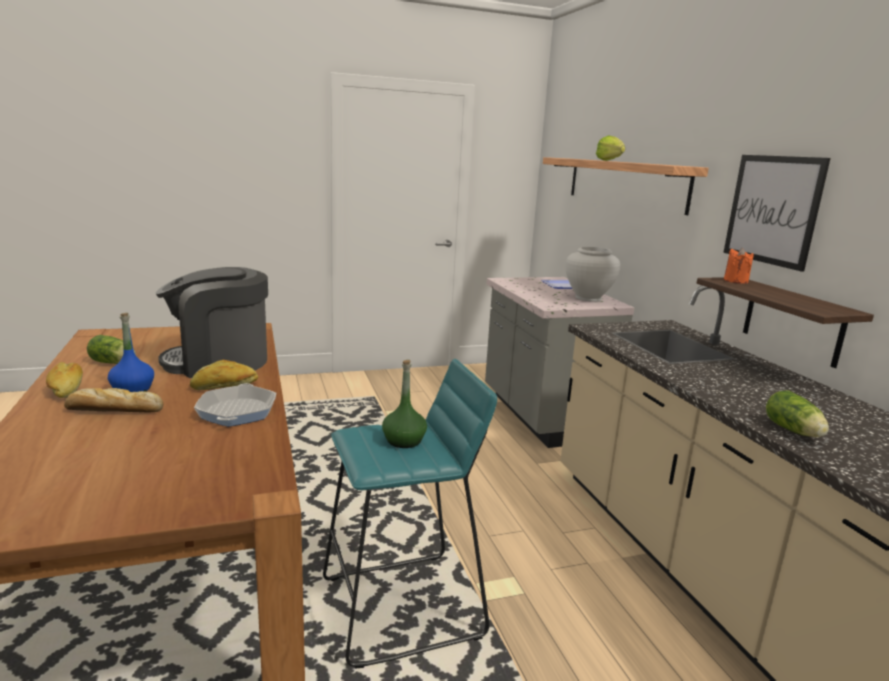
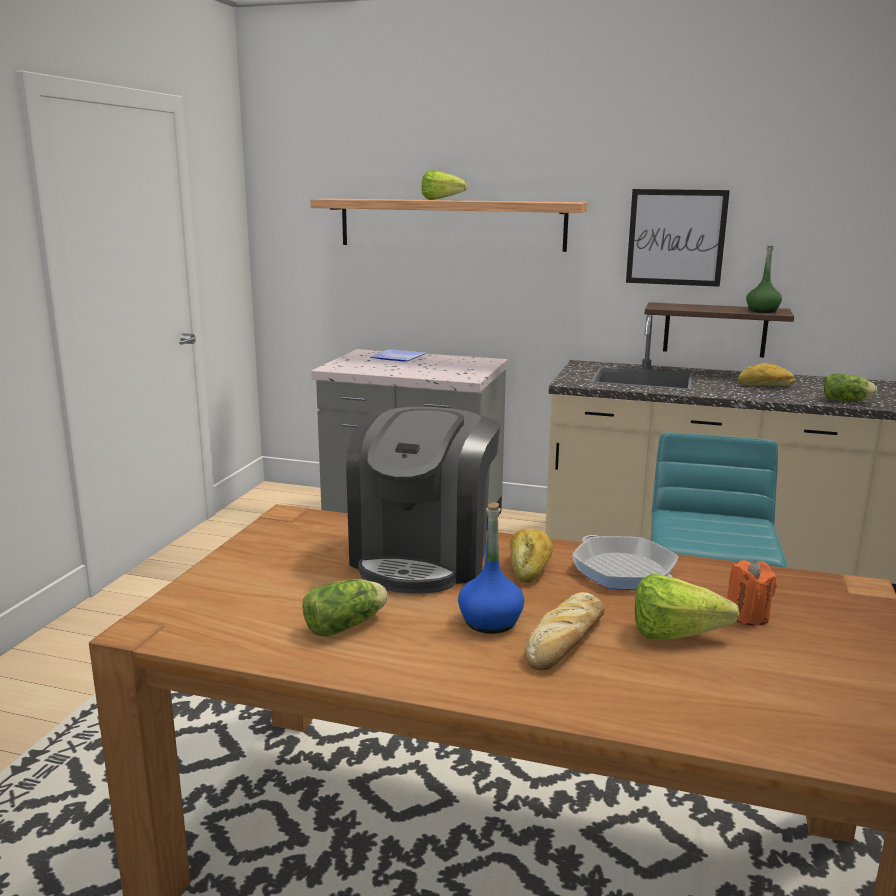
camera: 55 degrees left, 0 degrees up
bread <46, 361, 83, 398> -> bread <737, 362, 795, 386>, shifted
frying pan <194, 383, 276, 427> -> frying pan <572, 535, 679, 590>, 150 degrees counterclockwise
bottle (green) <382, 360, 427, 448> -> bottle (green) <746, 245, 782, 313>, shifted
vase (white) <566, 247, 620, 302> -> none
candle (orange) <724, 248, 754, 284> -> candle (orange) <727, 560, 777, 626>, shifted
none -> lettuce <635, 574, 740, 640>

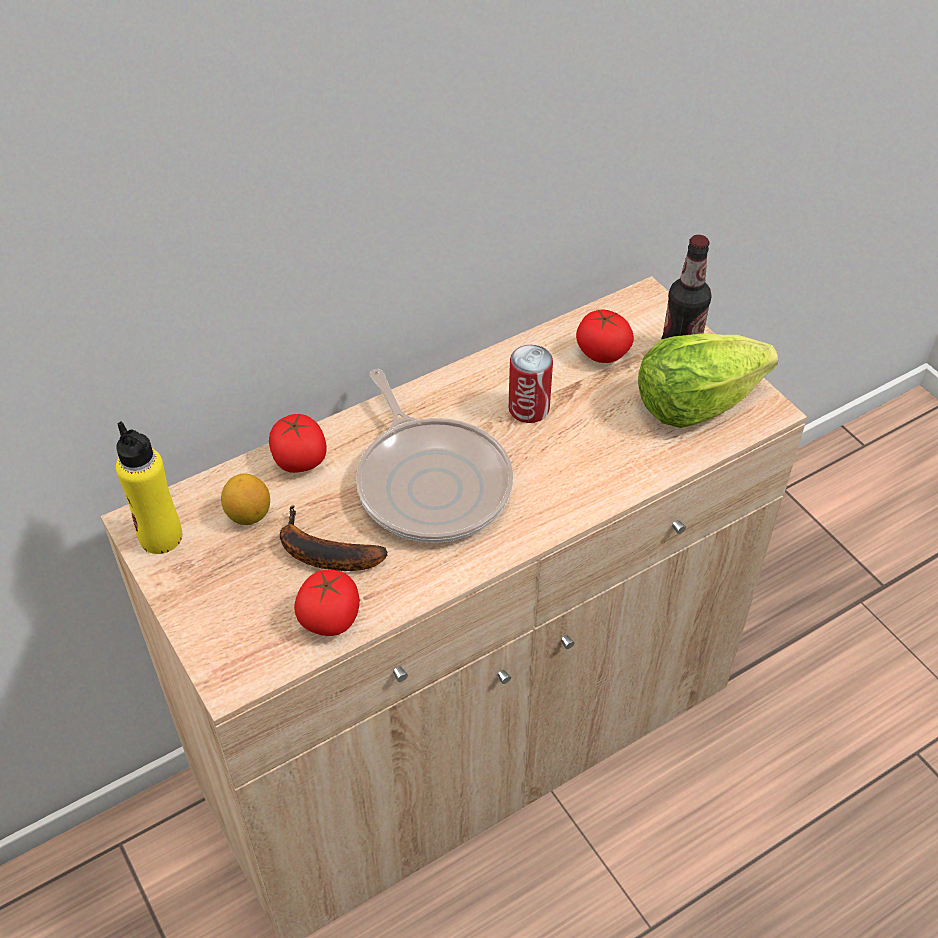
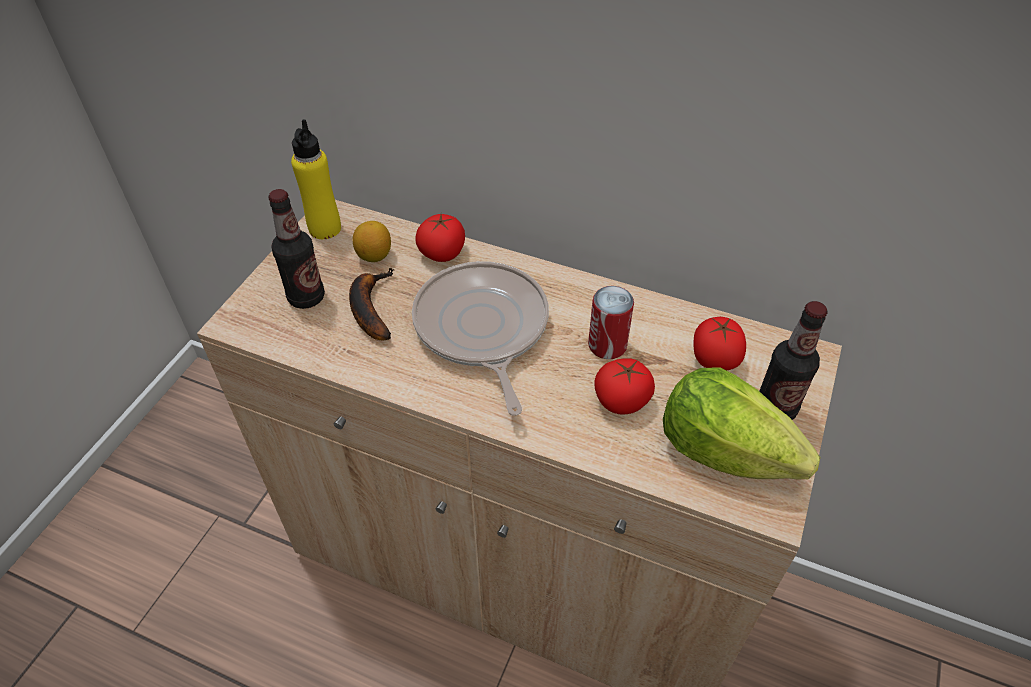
camera: 55 degrees right, 0 degrees up
tomato <294, 570, 360, 636> -> tomato <595, 358, 655, 415>, shifted
frying pan <356, 369, 513, 543> -> frying pan <412, 261, 549, 416>, 135 degrees clockwise
none -> bottle <268, 189, 325, 309>

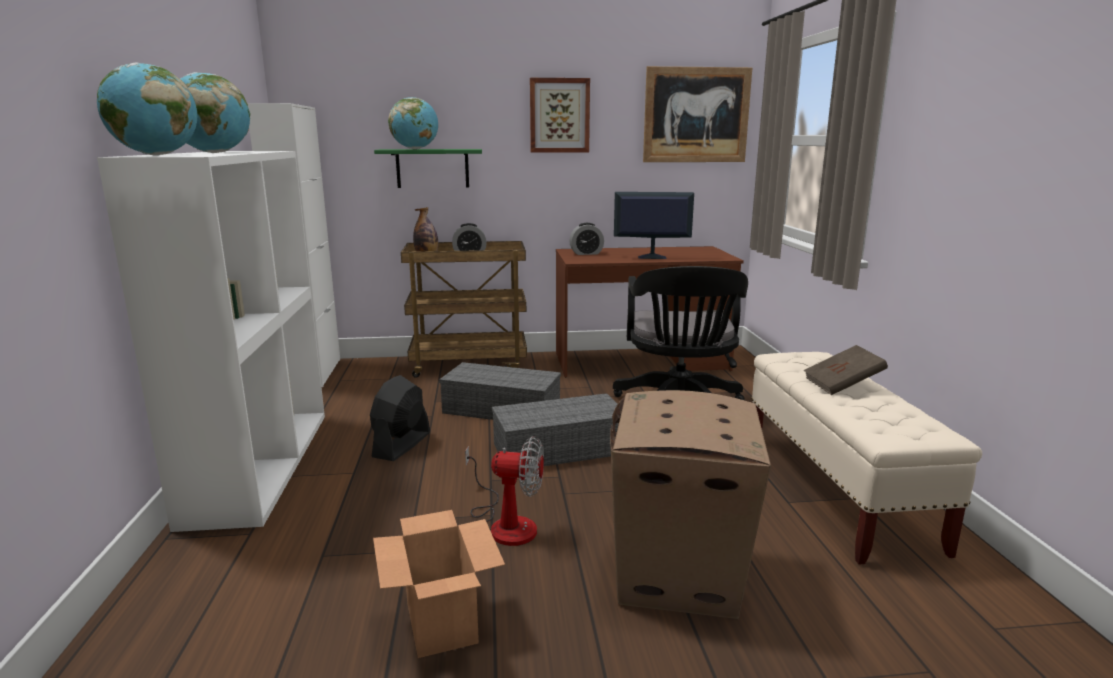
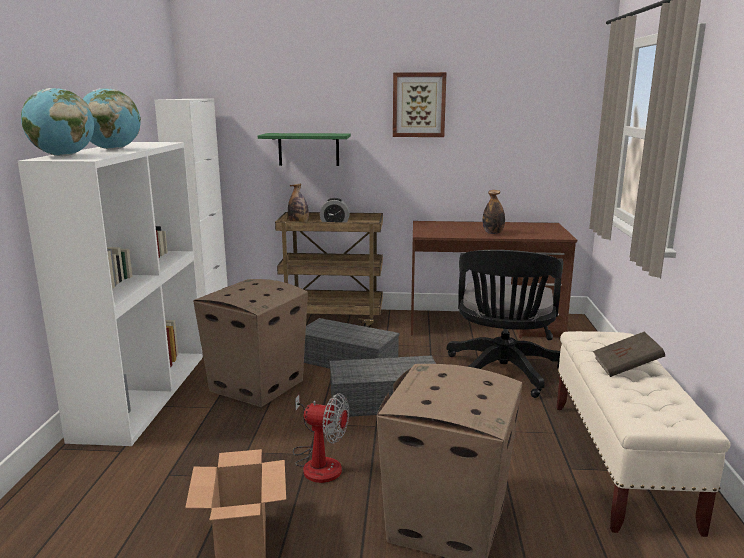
camera: 10 degrees right, 0 degrees up
fan (black) <370, 375, 430, 461> -> cardboard box <193, 279, 308, 407>
globe <388, 97, 438, 149> -> none
alarm clock <569, 223, 604, 255> -> none
monitor <614, 192, 694, 259> -> bottle <483, 190, 505, 234>
picture <643, 66, 753, 162> -> none

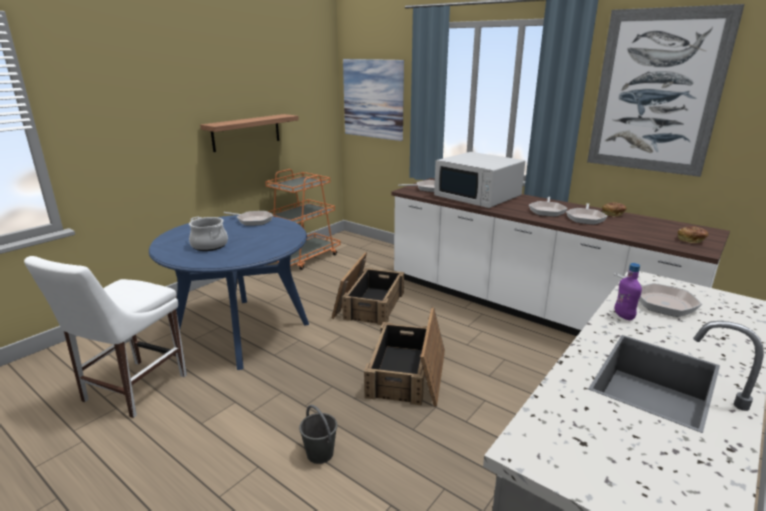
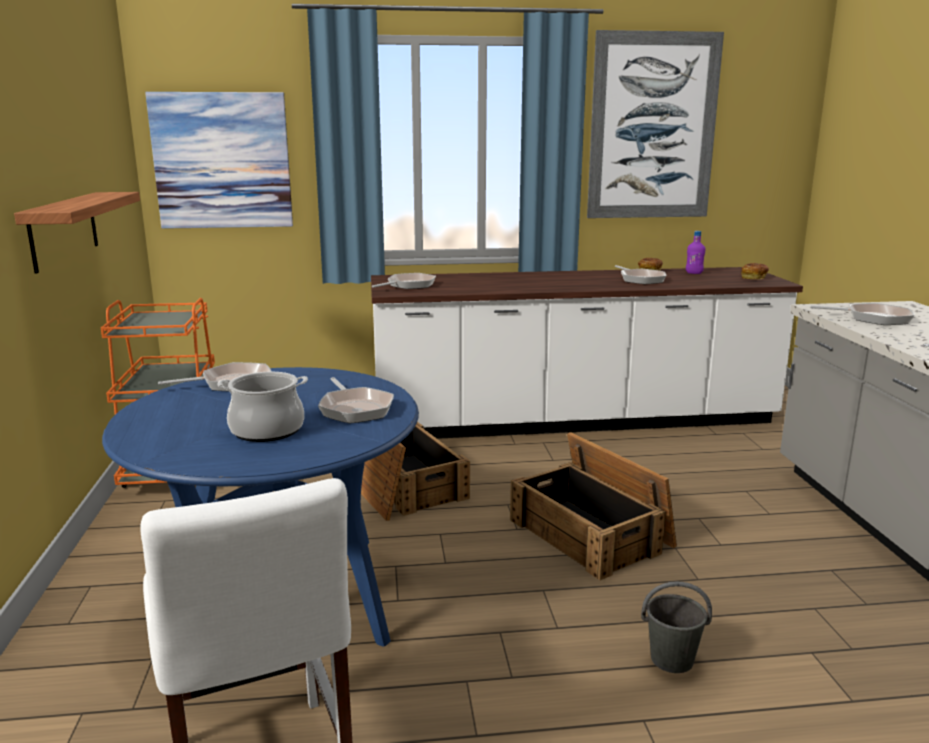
camera: 45 degrees left, 5 degrees down
microwave (white) <434, 152, 525, 208> -> none
frying pan <529, 197, 568, 217> -> frying pan <318, 377, 394, 423>, shifted
bottle (purple) <614, 263, 642, 320> -> bottle (purple) <686, 231, 705, 274>, shifted

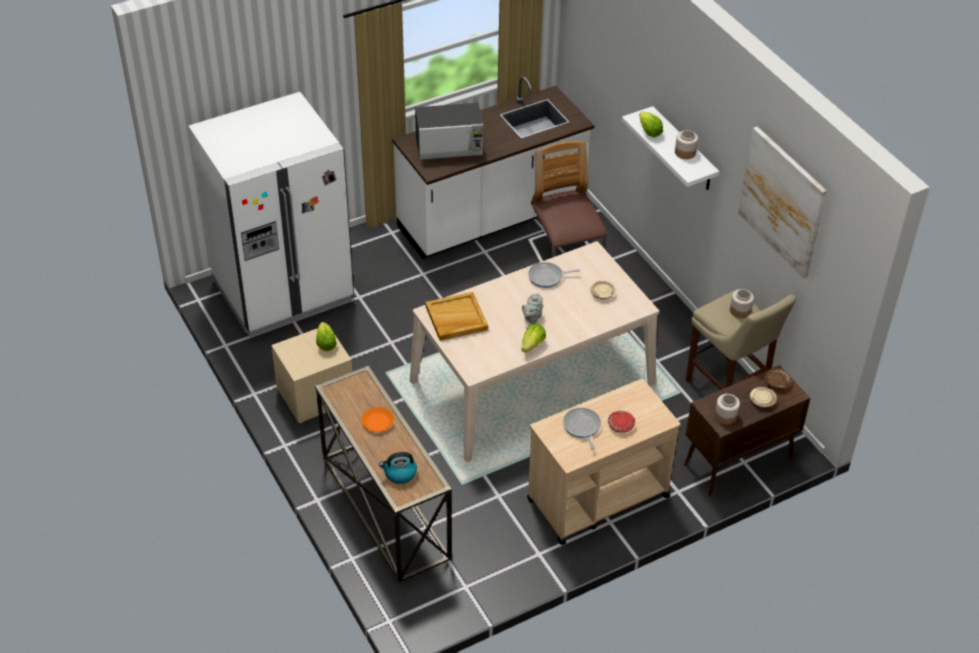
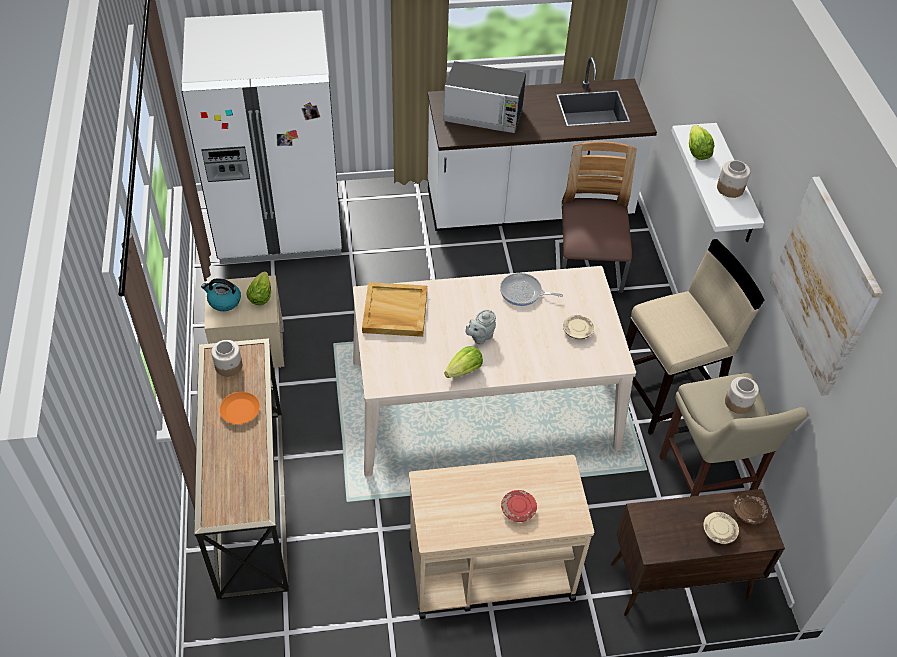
camera: 20 degrees right, 5 degrees up
kettle <379, 452, 417, 484> -> kettle <201, 278, 241, 311>, shifted
frying pan <563, 408, 601, 450> -> none
jar <715, 394, 740, 425> -> jar <211, 340, 242, 377>, shifted
none -> stool (beige) <626, 239, 764, 435>

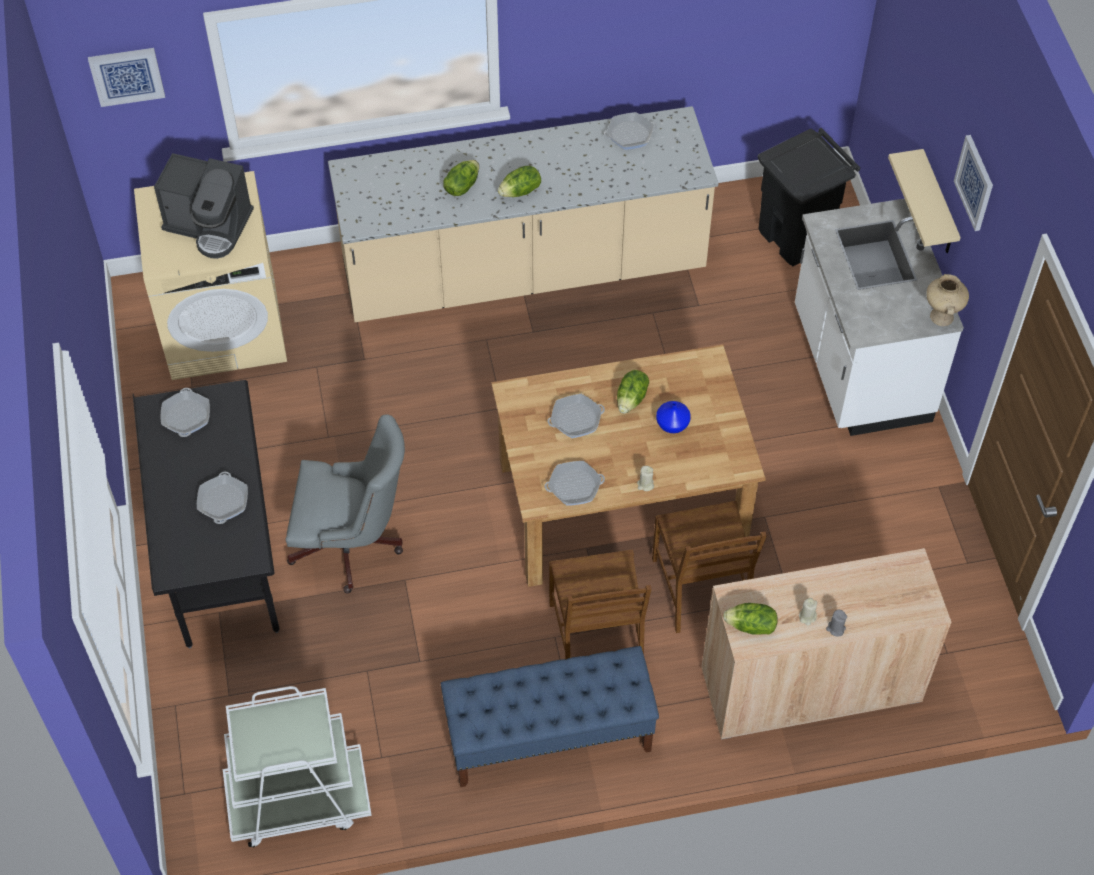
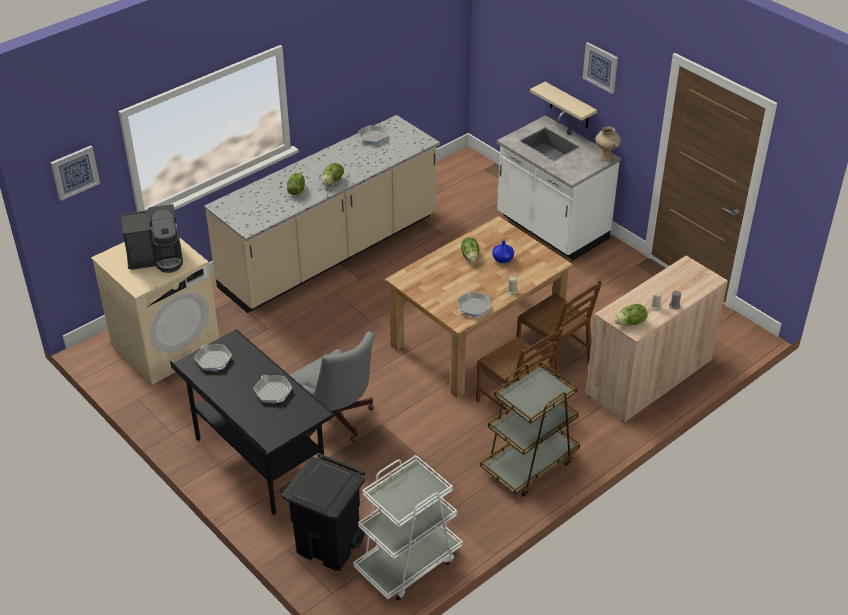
camera: 30 degrees left, 15 degrees down
office chair (grey) <286, 414, 405, 594> -> office chair (grey) <290, 331, 374, 442>, 75 degrees clockwise
bench (blue) <441, 646, 659, 787> -> cart (brown) <480, 361, 580, 497>
frying pan <548, 394, 605, 438> -> none
trash can (black) <757, 128, 860, 266> -> trash can (black) <282, 453, 366, 571>, shifted

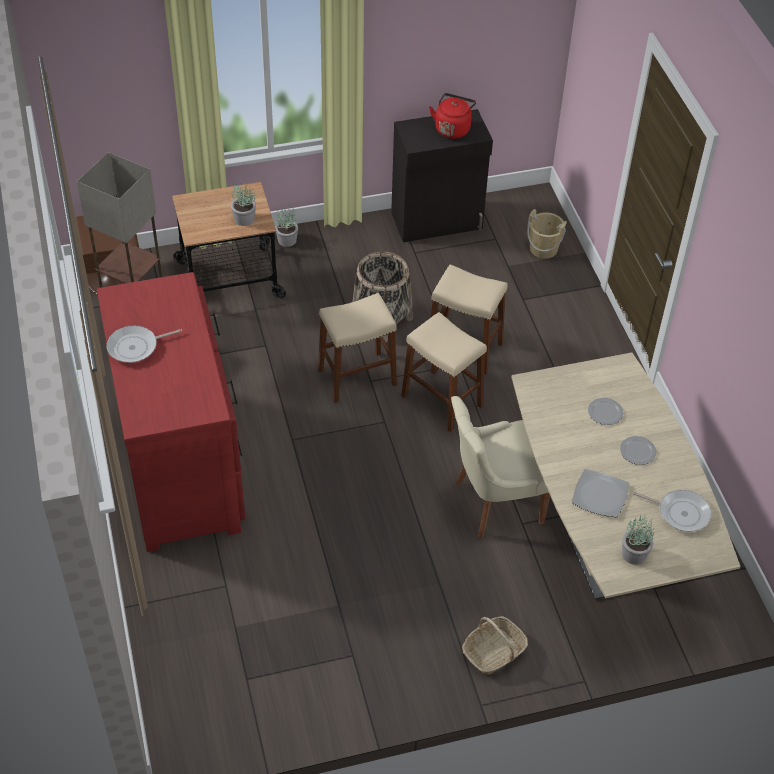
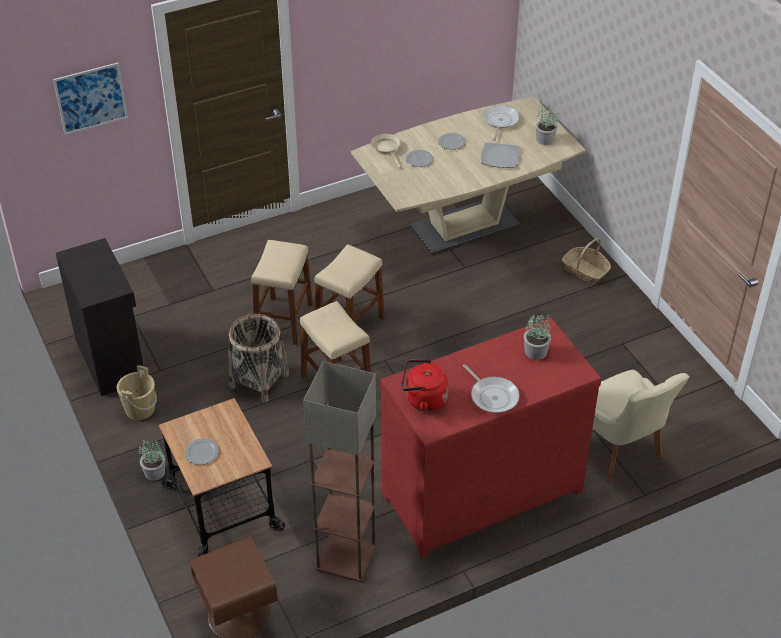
camera: 100 degrees left, 5 degrees down
potted plant <231, 183, 256, 226> -> potted plant <524, 313, 551, 360>, shifted
kettle (red) <429, 93, 476, 139> -> kettle (red) <401, 360, 448, 411>, shifted
chair (beige) <451, 396, 550, 538> -> chair (beige) <593, 370, 689, 483>, shifted
bucket (beige) <527, 209, 567, 259> -> bucket (beige) <117, 365, 157, 420>, shifted
none -> picture <53, 63, 128, 135>
none -> plate <185, 438, 219, 465>
none -> frying pan (beige) <371, 134, 401, 168>

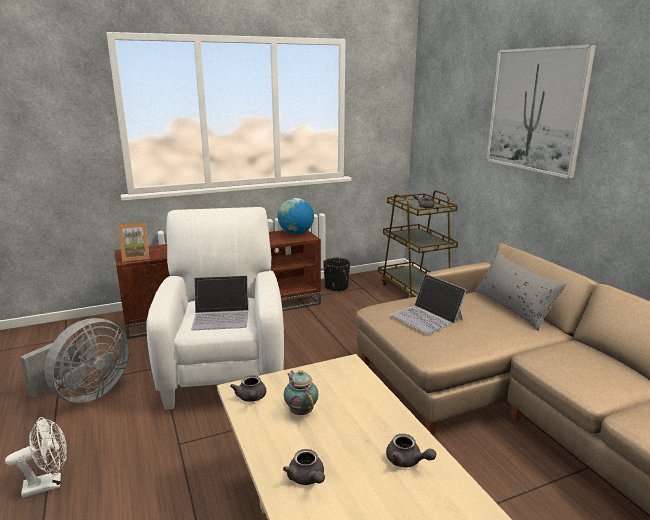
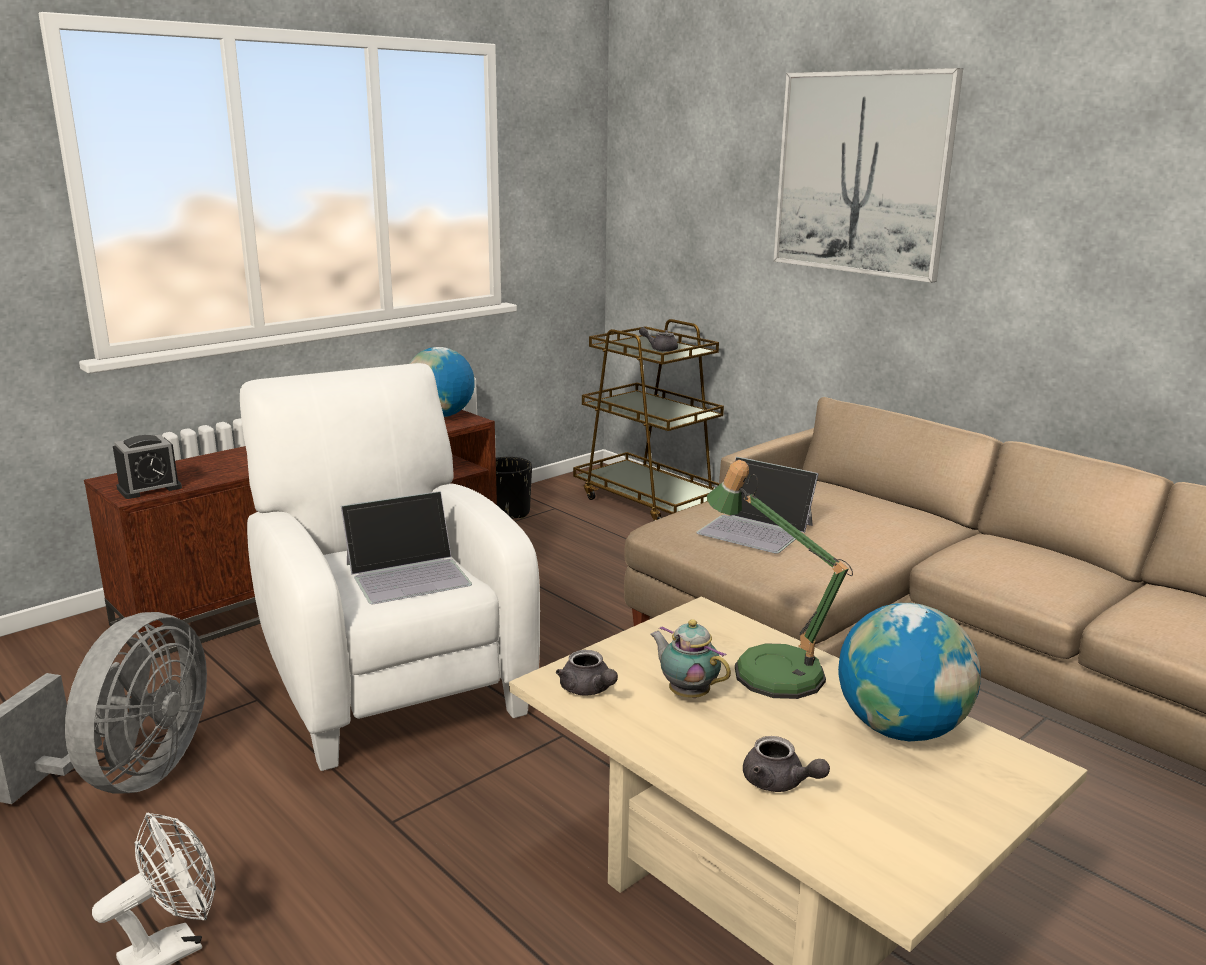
camera: 20 degrees left, 0 degrees up
picture frame <118, 223, 150, 262> -> alarm clock <113, 435, 182, 499>
teapot (grey) <386, 434, 436, 468> -> globe <838, 603, 981, 741>
pillow (grey) <475, 252, 566, 331> -> none
none -> table lamp <707, 460, 853, 699>

